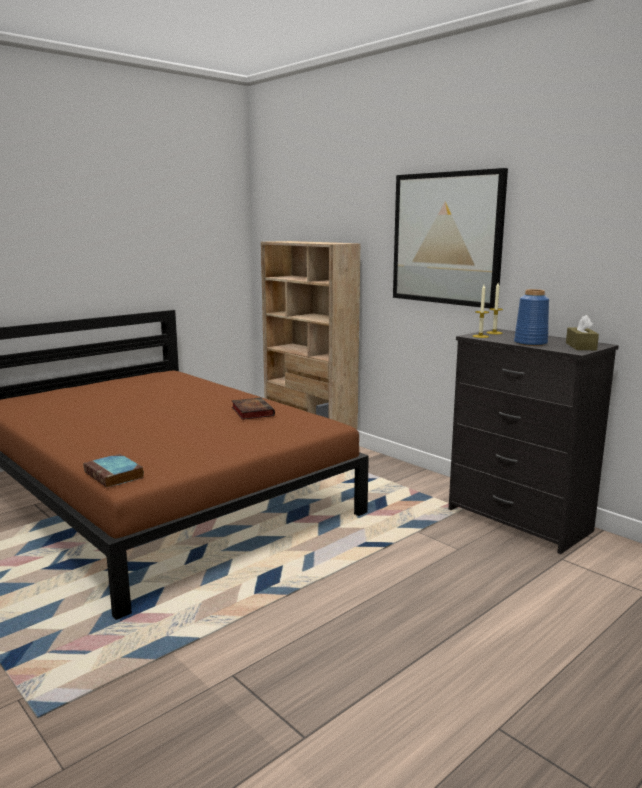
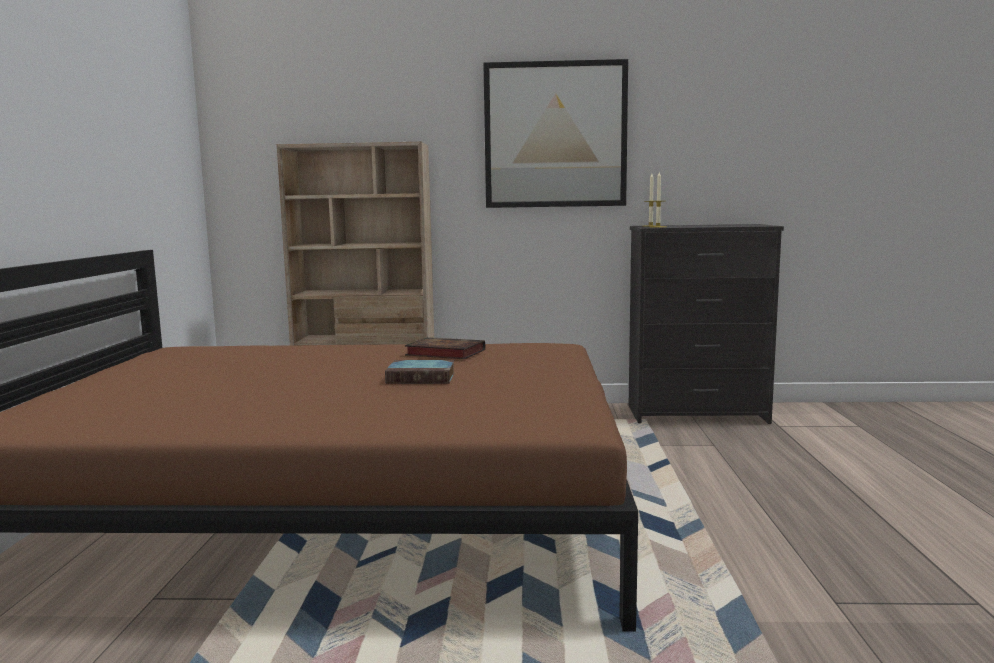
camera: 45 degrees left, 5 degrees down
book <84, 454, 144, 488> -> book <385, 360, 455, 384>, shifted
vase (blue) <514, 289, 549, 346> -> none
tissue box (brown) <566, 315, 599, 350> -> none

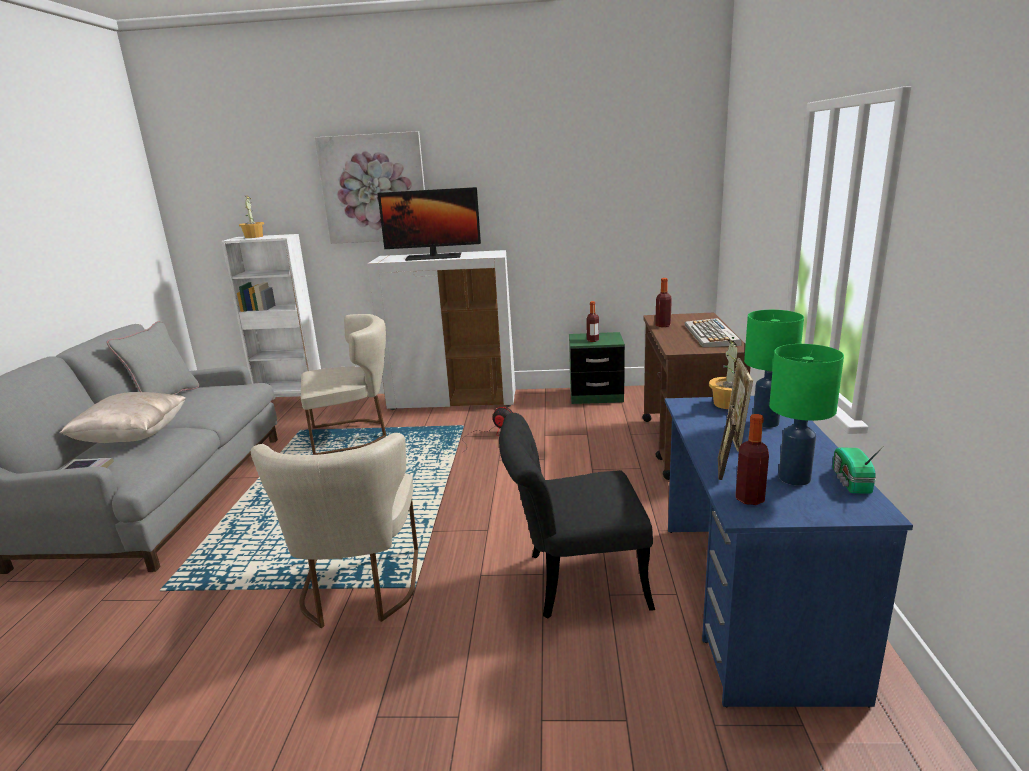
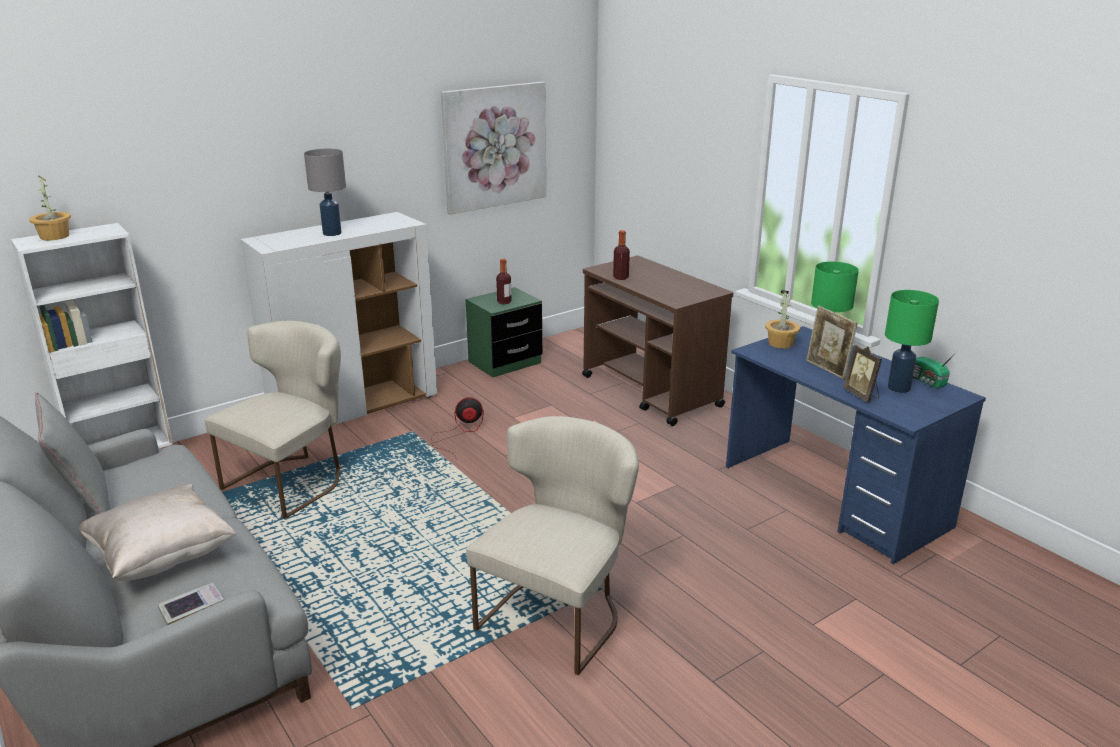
camera: 40 degrees left, 5 degrees up
chair (beige) <251, 433, 418, 628> -> chair (beige) <466, 416, 639, 675>, 105 degrees counterclockwise
picture <315, 131, 425, 244> -> picture <441, 82, 546, 215>, shifted
monitor <378, 187, 481, 261> -> table lamp (grey) <304, 149, 346, 236>
chair (black) <499, 413, 655, 619> -> none
keyboard <685, 318, 741, 347> -> none
bottle <736, 414, 769, 505> -> none

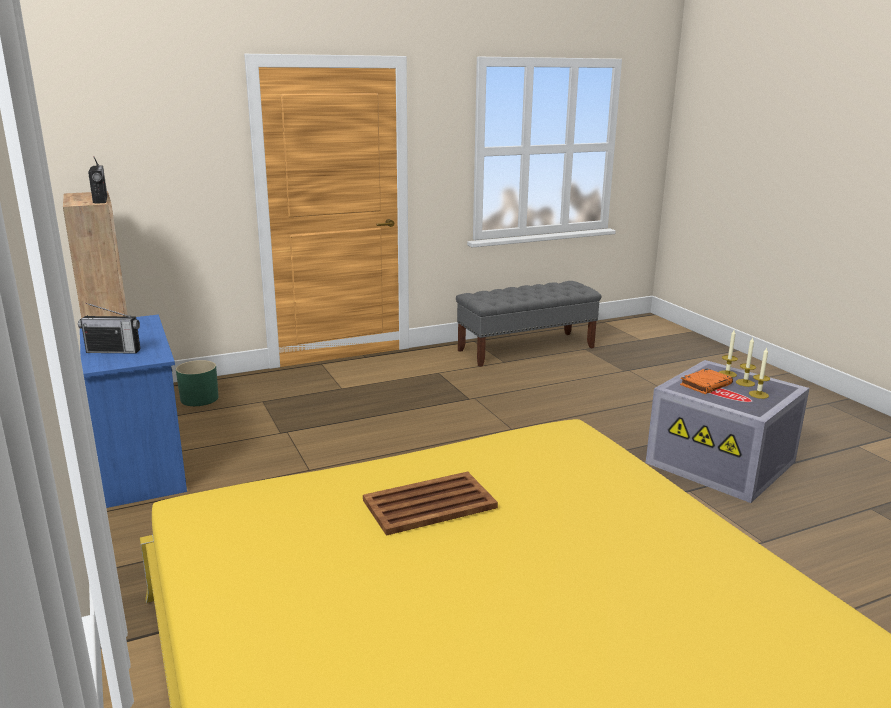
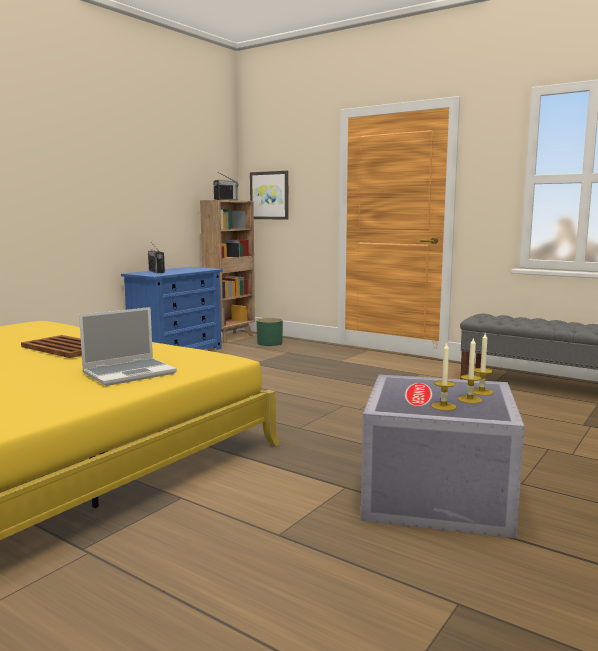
camera: 60 degrees right, 10 degrees down
book (orange) <680, 368, 733, 394> -> none
none -> laptop <79, 307, 177, 386>
none -> picture <250, 171, 288, 220>

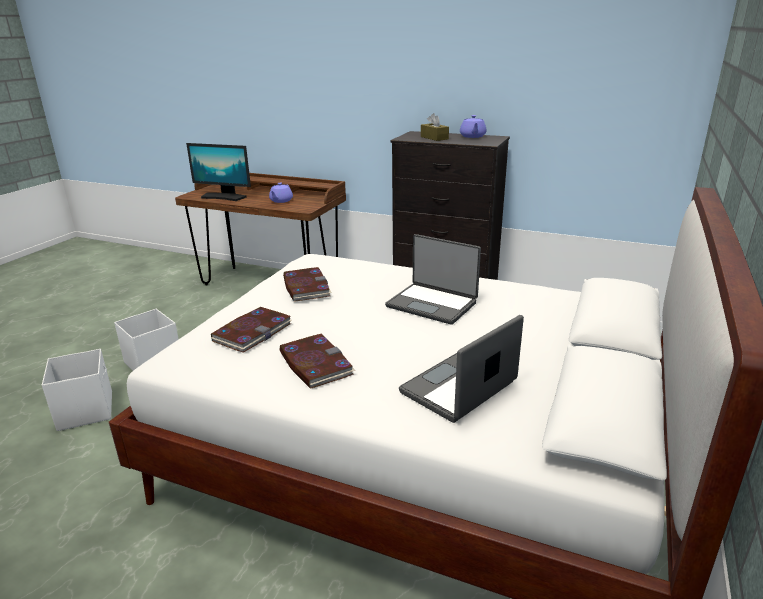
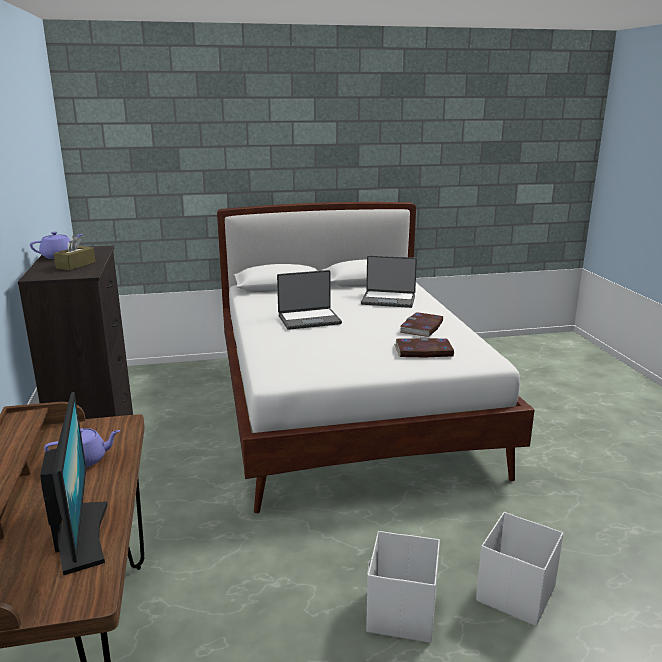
camera: 125 degrees left, 5 degrees down
book <283, 267, 332, 302> -> none
laptop <385, 234, 481, 325> -> laptop <277, 270, 342, 330>, 75 degrees clockwise

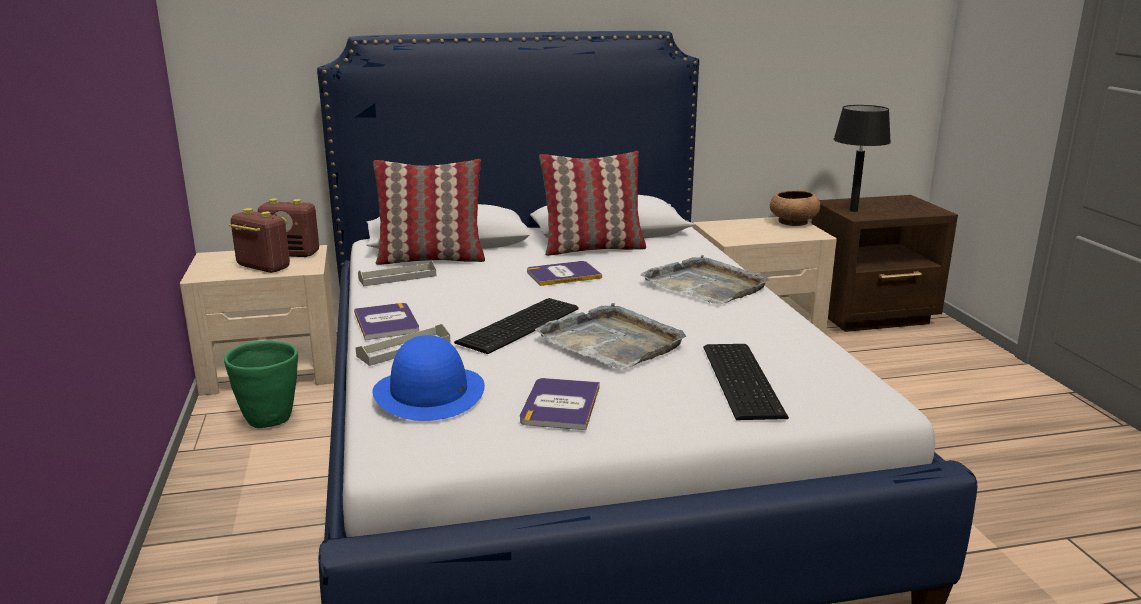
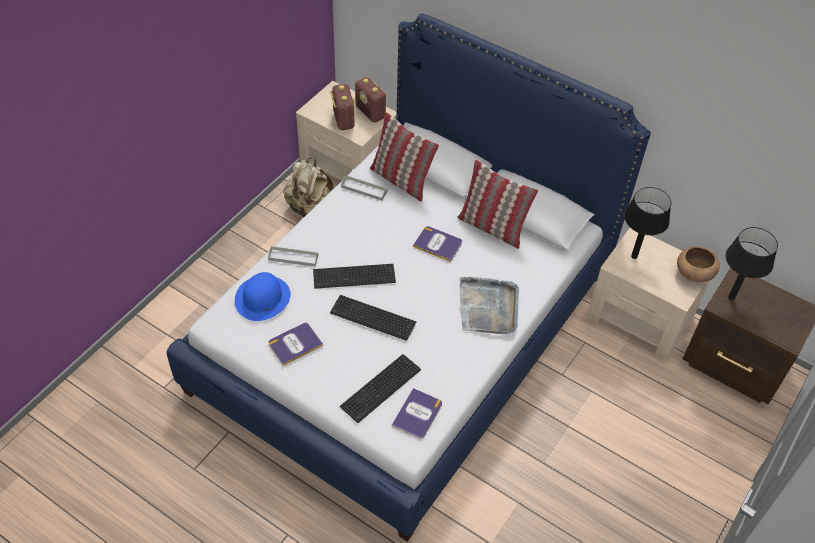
camera: 45 degrees right, 30 degrees up
planter (green) <224, 341, 298, 428> -> backpack (beige) <283, 158, 334, 218>
book <354, 303, 419, 340> -> book <392, 388, 442, 439>, shifted
tray (grey) <535, 303, 686, 369> -> keyboard <330, 295, 416, 341>
none -> table lamp (black) <624, 187, 671, 259>

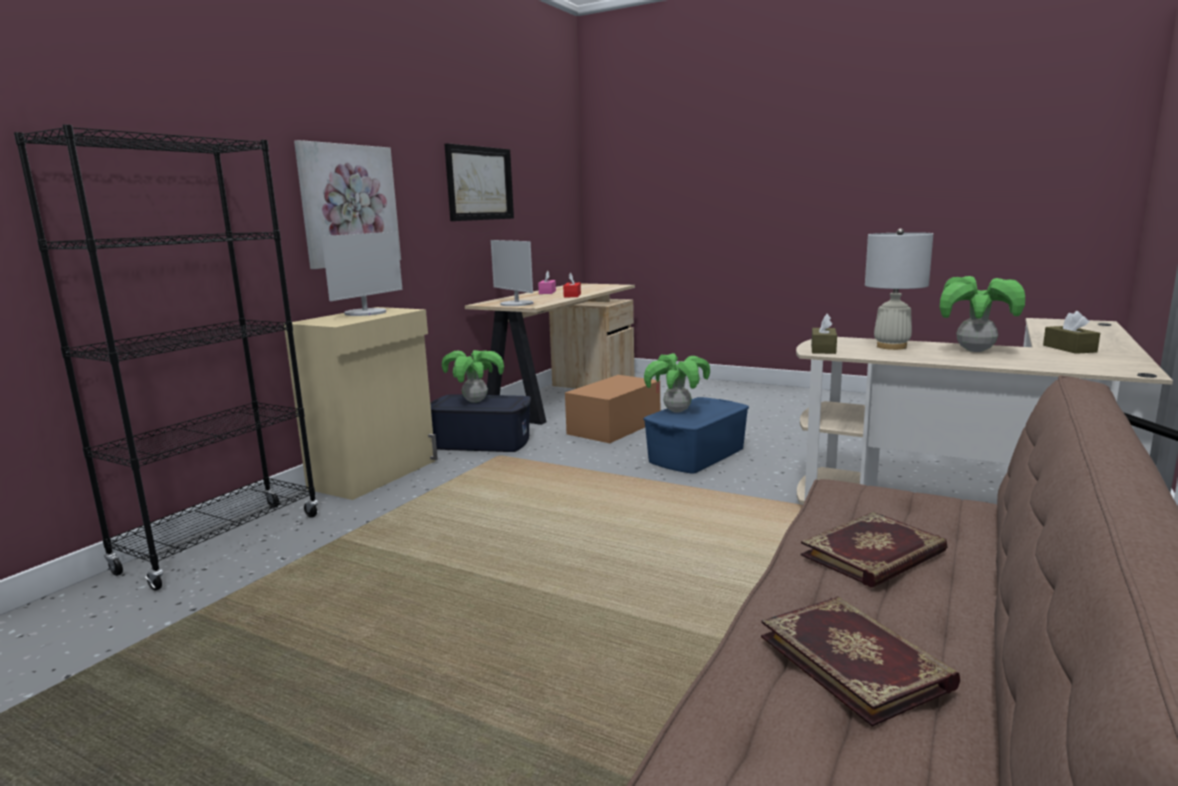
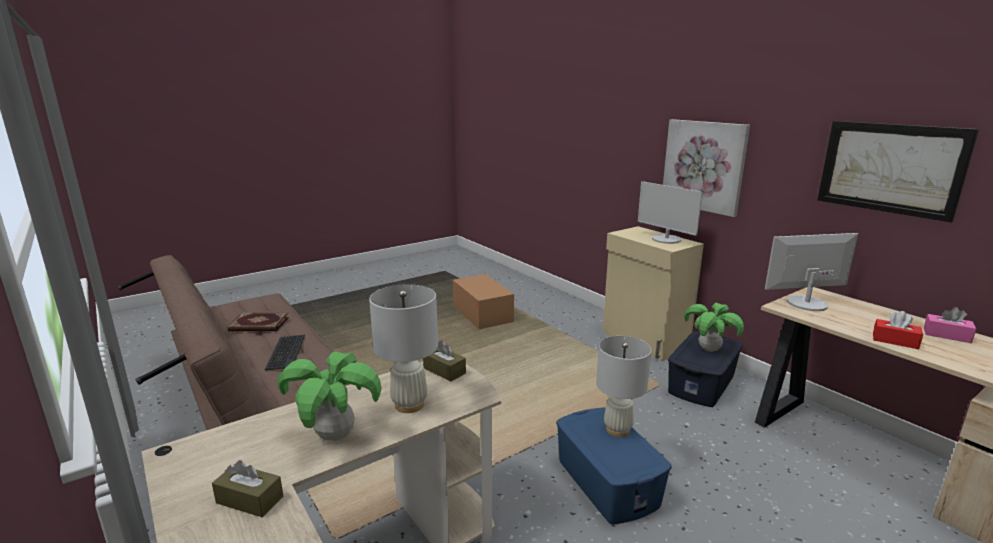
camera: 115 degrees right, 5 degrees up
bookcase (black) <14, 124, 318, 591> -> none
cardboard box <565, 375, 660, 443> -> cardboard box <453, 274, 514, 329>, shifted
potted plant <644, 353, 710, 413> -> table lamp (white) <596, 336, 651, 437>
book <801, 512, 948, 588> -> keyboard <265, 335, 305, 370>

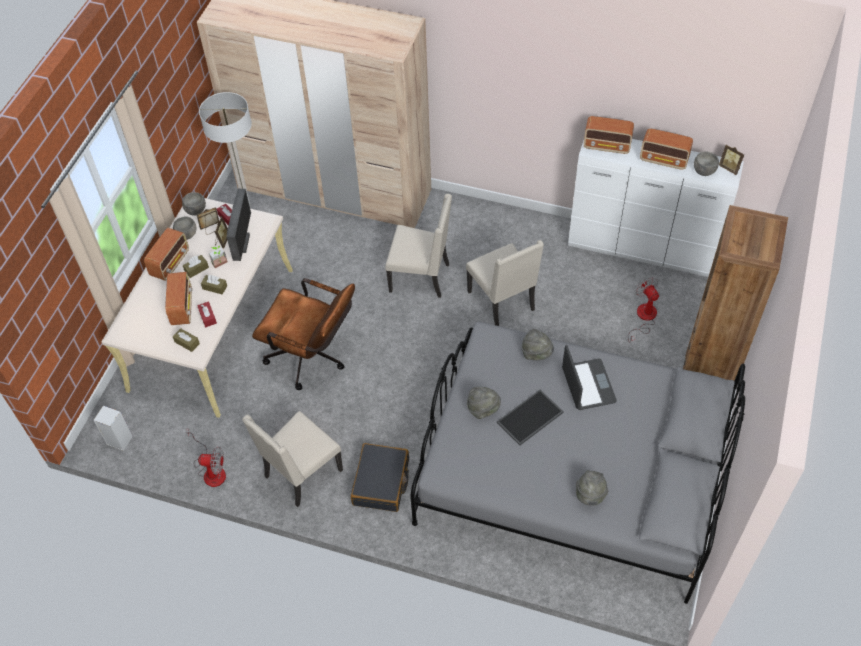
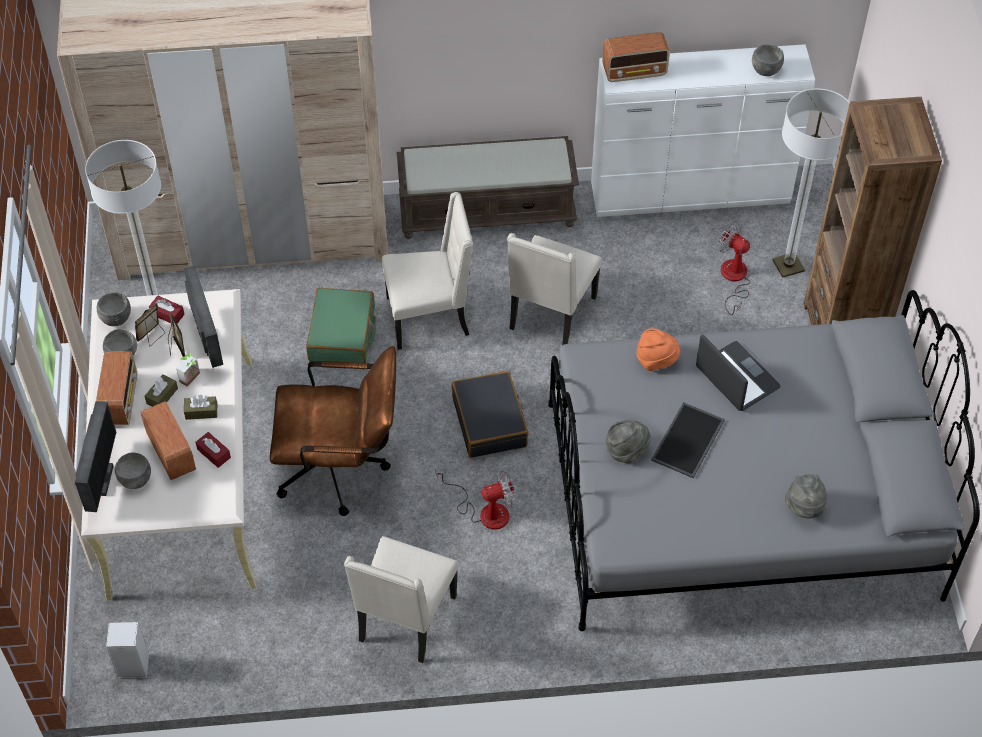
camera: 25 degrees left, 0 degrees up
tissue box (brown) <173, 328, 200, 352> -> none
fan <186, 428, 226, 487> -> fan <436, 469, 516, 530>, shifted
suitcase (black) <351, 443, 409, 512> -> suitcase (black) <452, 371, 529, 458>, shifted
chair (beige) <466, 240, 544, 326> -> chair (beige) <507, 233, 602, 345>, 75 degrees clockwise
hat (grey) <521, 329, 554, 360> -> hat (orange) <636, 328, 680, 371>
radio <640, 128, 693, 170> -> none
picture frame <719, 144, 744, 175> -> none
none -> monitor <75, 401, 116, 512>
none -> bowl (grey) <115, 453, 151, 489>
none -> suitcase (green) <306, 288, 375, 363>
none -> bench (brown) <397, 136, 579, 239>
none -> floor lamp <773, 88, 850, 278>

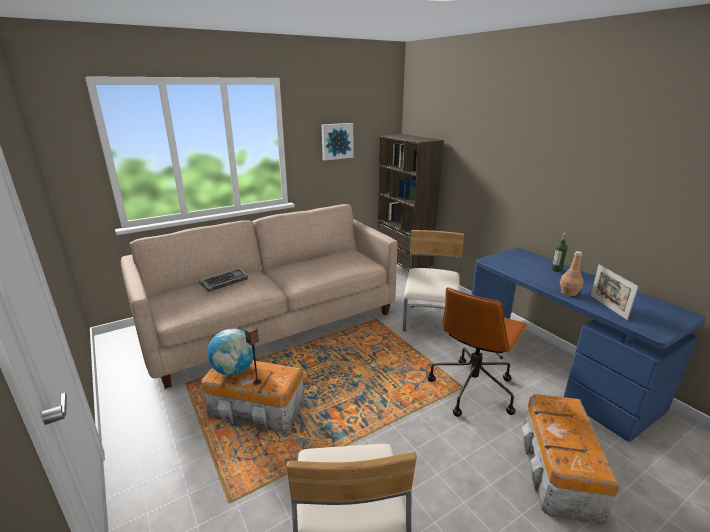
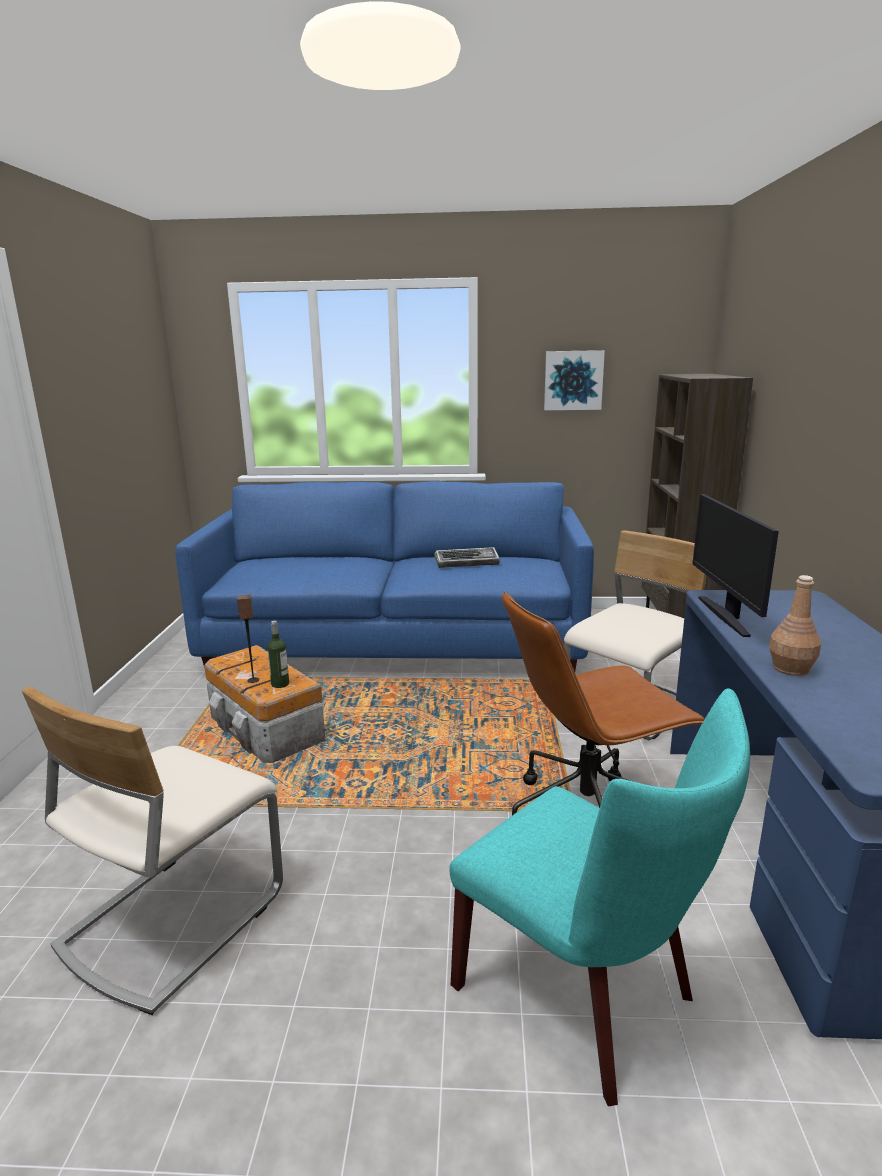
camera: 35 degrees right, 5 degrees down
sofa (beige) <121, 204, 397, 389> -> sofa (blue) <175, 481, 594, 672>
keyboard <199, 268, 248, 292> -> keyboard <434, 547, 500, 568>, shifted
globe <207, 329, 255, 375> -> none
storage box <522, 394, 619, 525> -> chair (turquoise) <449, 688, 750, 1106>
bottle <551, 233, 568, 272> -> bottle <267, 621, 289, 688>, shifted
picture frame <590, 265, 638, 320> -> none
none -> monitor <692, 494, 779, 637>

